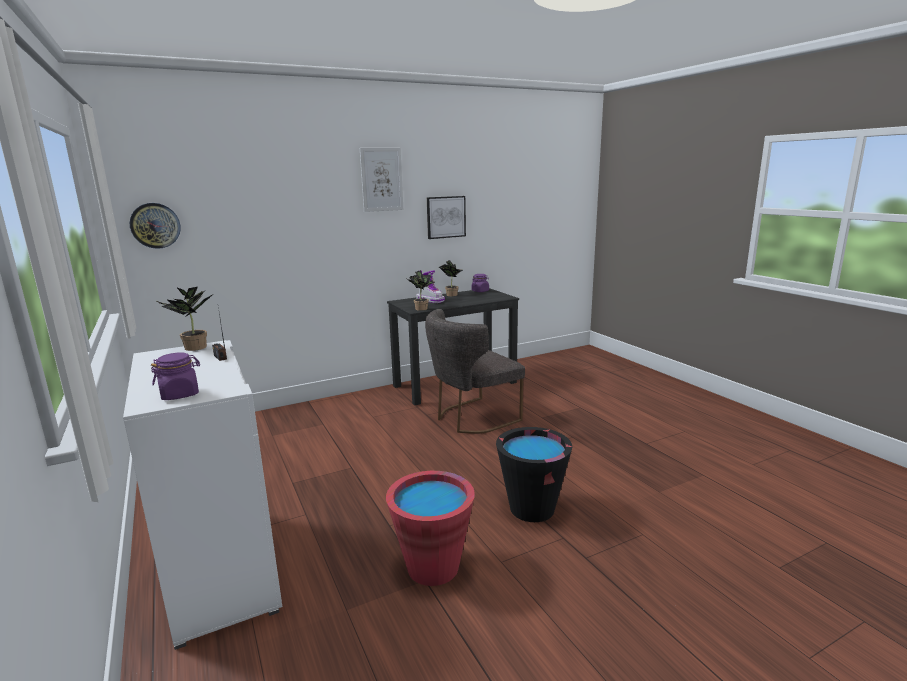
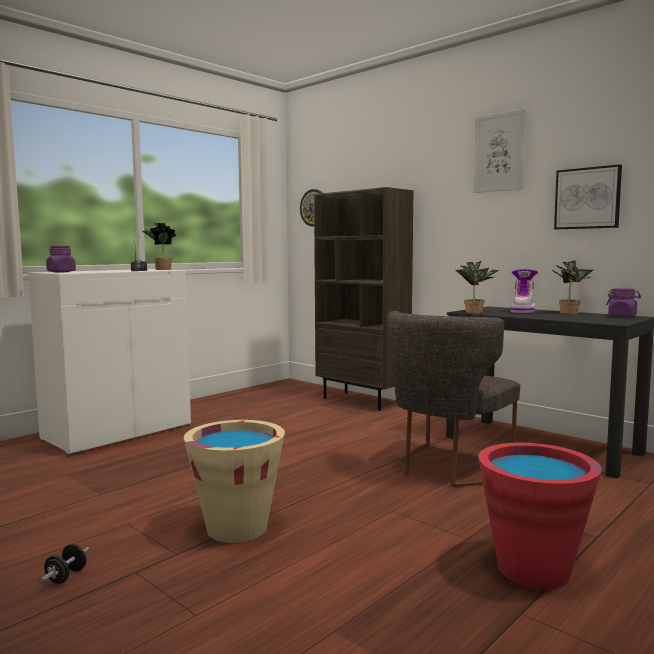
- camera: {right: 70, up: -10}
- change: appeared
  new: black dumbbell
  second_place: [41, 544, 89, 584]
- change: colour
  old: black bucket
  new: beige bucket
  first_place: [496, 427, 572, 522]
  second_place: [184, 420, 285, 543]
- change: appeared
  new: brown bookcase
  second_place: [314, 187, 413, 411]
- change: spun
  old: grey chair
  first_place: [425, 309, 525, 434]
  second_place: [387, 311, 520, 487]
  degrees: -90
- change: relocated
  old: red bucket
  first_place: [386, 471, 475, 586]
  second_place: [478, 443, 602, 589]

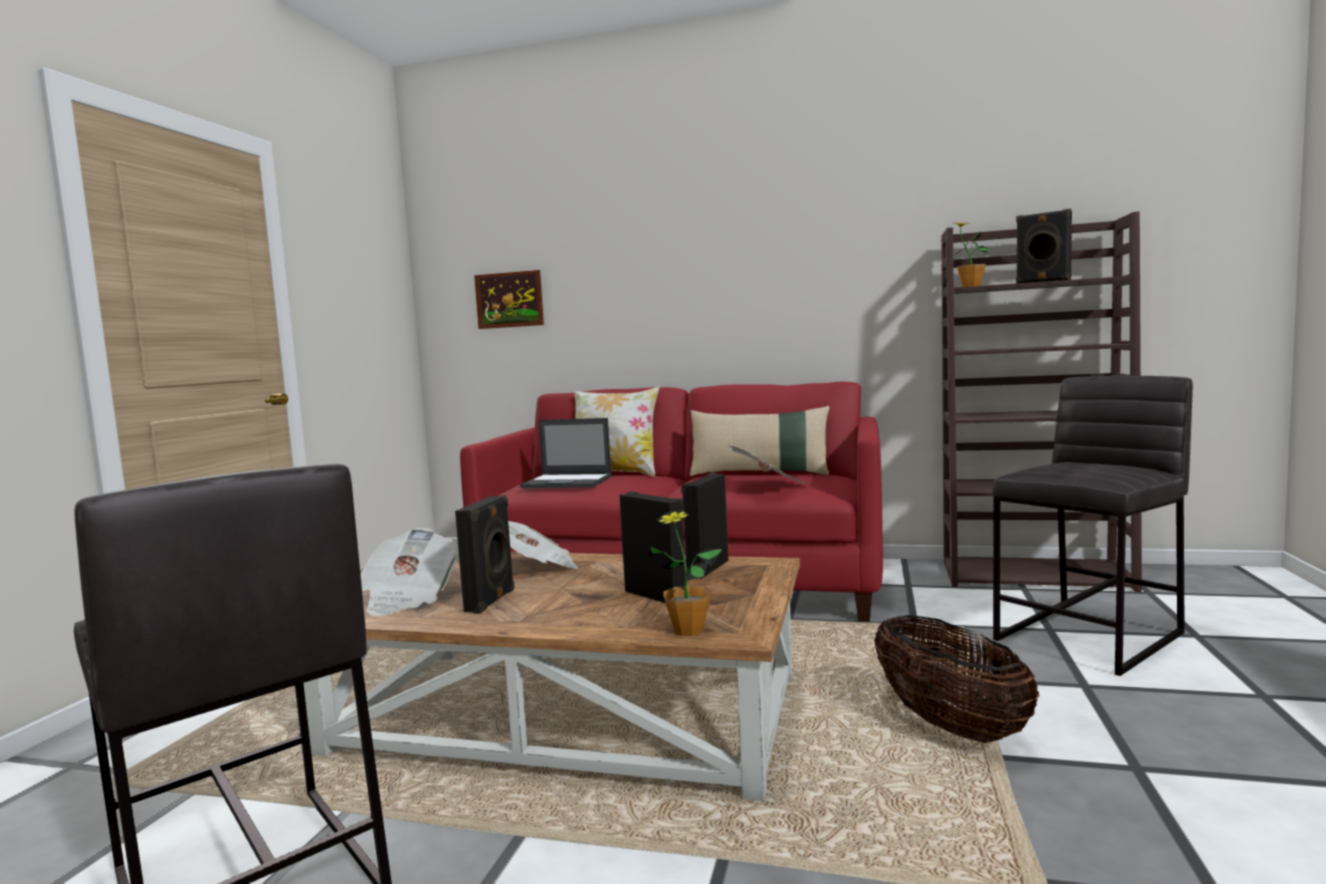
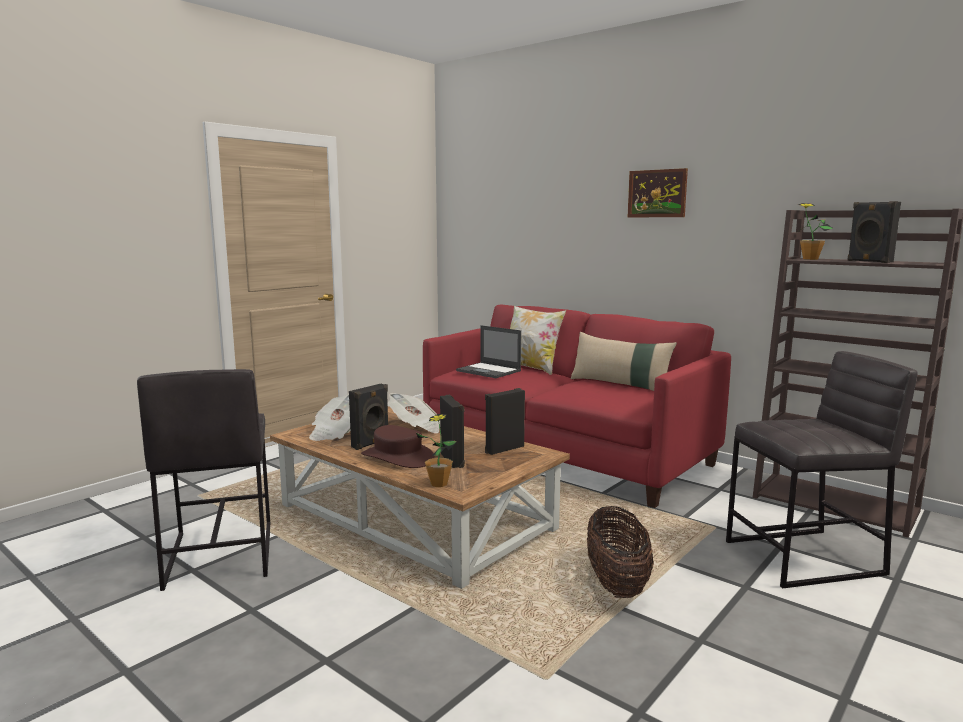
- camera: {right: 25, up: 5}
- change: appeared
  new: brown hat
  second_place: [361, 425, 435, 468]
- change: relocated
  old: picture
  first_place: [474, 270, 544, 329]
  second_place: [628, 168, 688, 217]
- change: missing
  old: newspaper
  first_place: [729, 446, 809, 484]

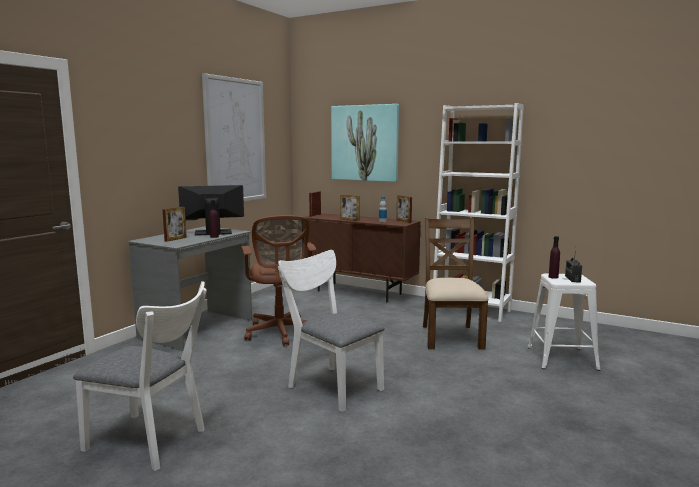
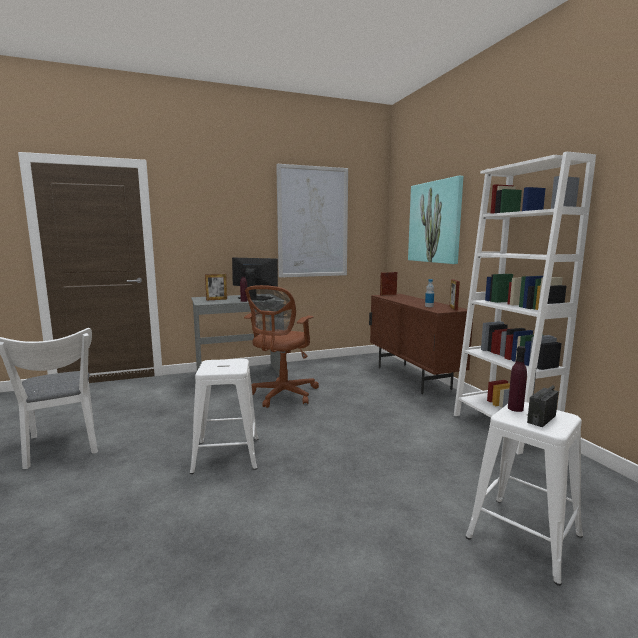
- camera: {right: 40, up: 0}
- change: exchanged
  old: white chair
  new: white stool
  first_place: [278, 250, 385, 412]
  second_place: [190, 359, 258, 474]
- change: missing
  old: picture frame
  first_place: [340, 195, 360, 221]
- change: missing
  old: brown chair
  first_place: [423, 218, 489, 350]

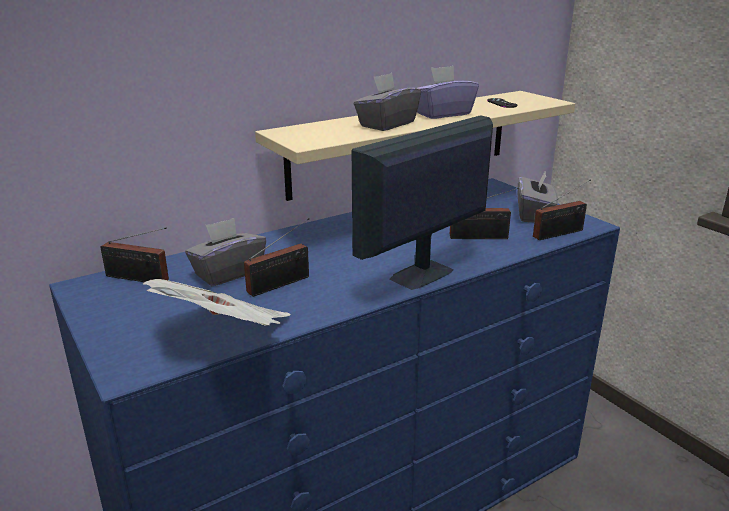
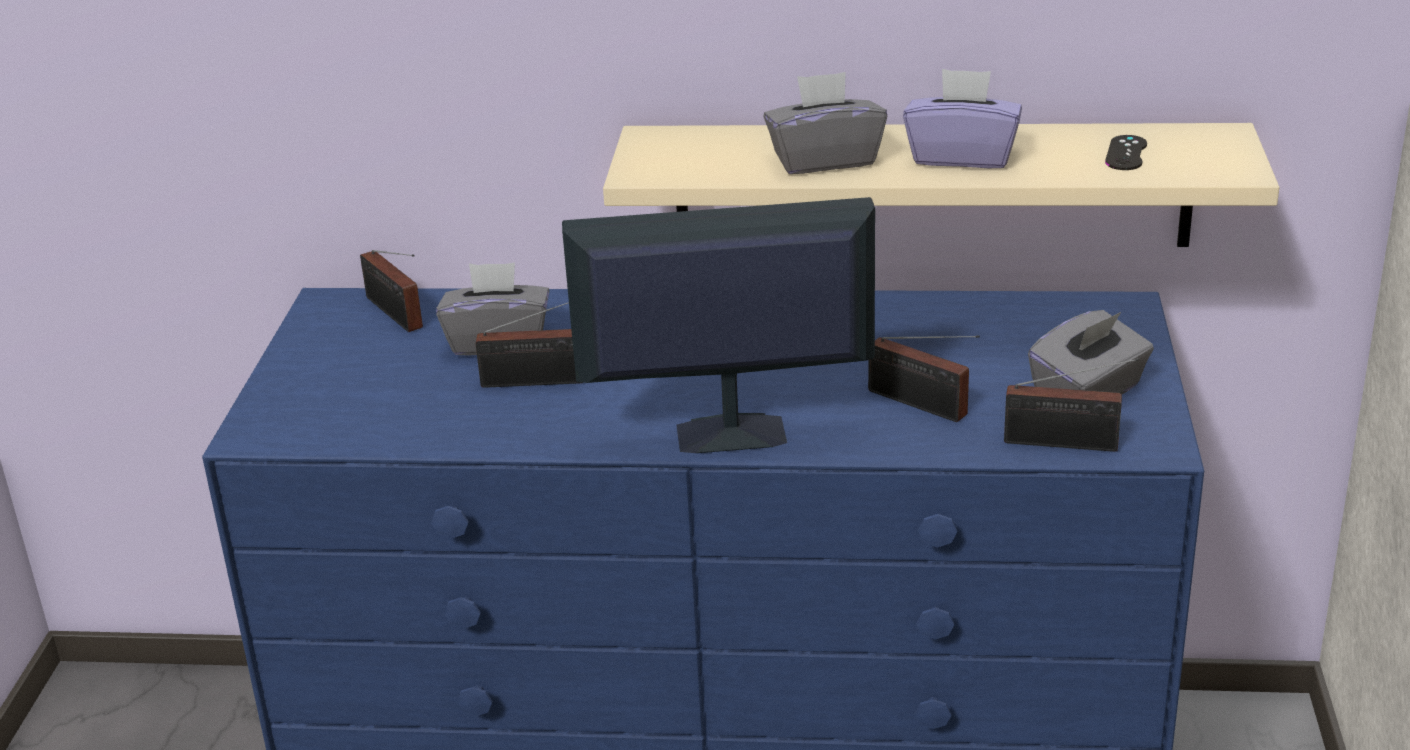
- camera: {right: 40, up: 5}
- change: missing
  old: newspaper
  first_place: [143, 279, 291, 326]

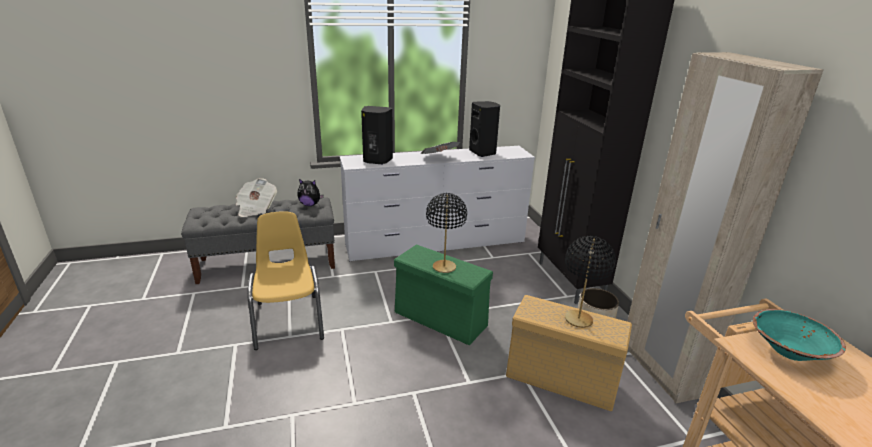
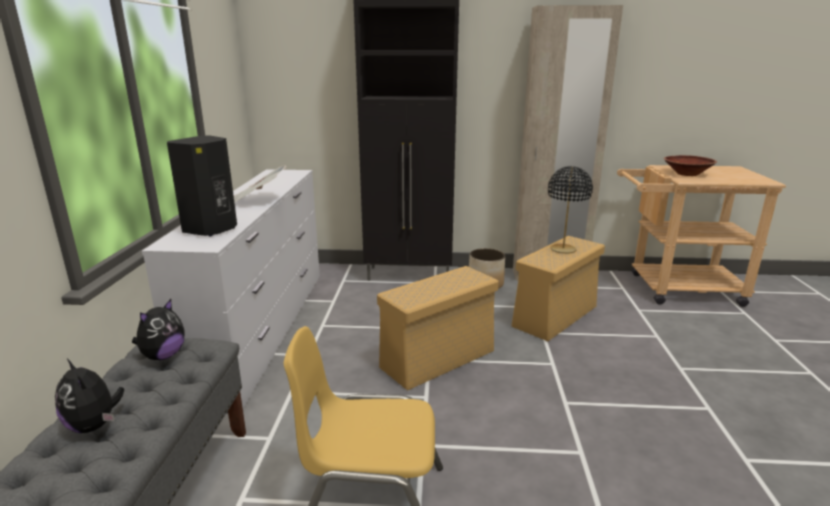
- camera: {right: -70, up: -5}
- change: exchanged
  old: newspaper
  new: plush toy
  first_place: [236, 178, 277, 217]
  second_place: [55, 359, 124, 433]
- change: colour
  old: green storage box
  new: beige storage box
  first_place: [394, 244, 493, 345]
  second_place: [377, 266, 499, 390]
- change: colour
  old: turquoise bowl
  new: brown bowl
  first_place: [753, 309, 846, 361]
  second_place: [664, 155, 717, 176]
- change: missing
  old: black table lamp
  first_place: [426, 193, 467, 273]
- change: missing
  old: black speaker
  first_place: [469, 101, 500, 157]

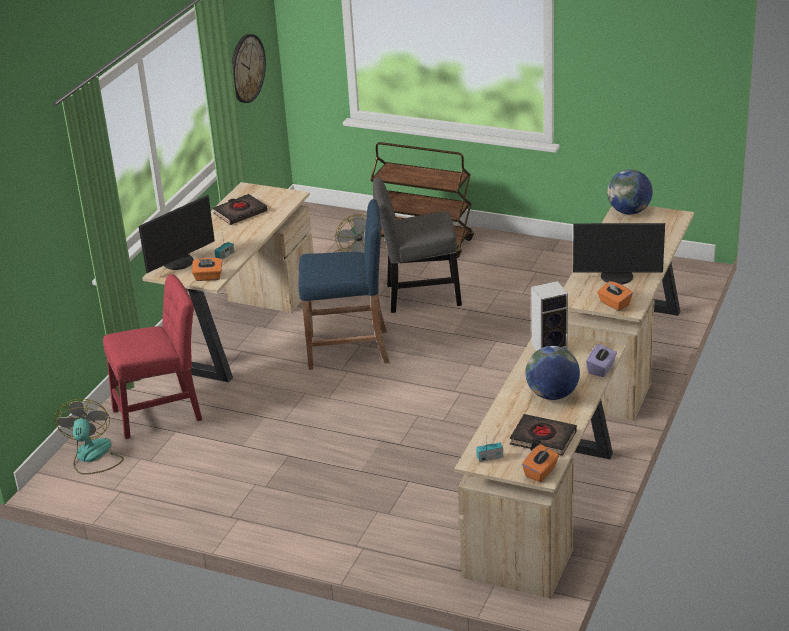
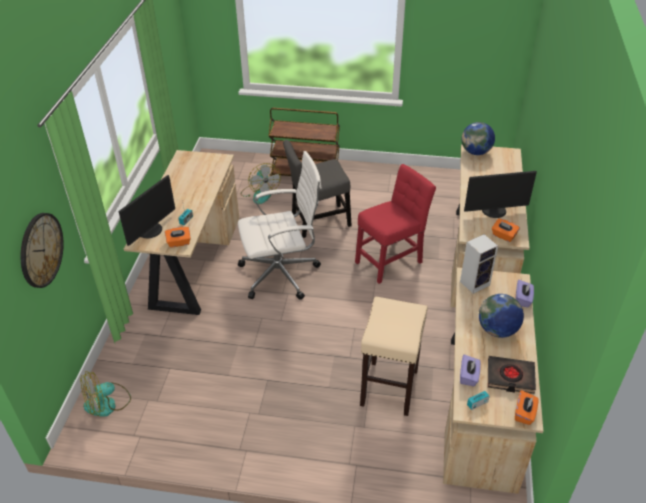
- camera: {right: -15, up: 10}
- change: relocated
  old: wall clock
  first_place: [232, 34, 266, 103]
  second_place: [20, 213, 64, 288]
- change: spun
  old: fan
  first_place: [54, 399, 124, 475]
  second_place: [81, 371, 131, 417]
  degrees: -105
- change: exchanged
  old: blue stool
  new: white office chair
  first_place: [299, 199, 390, 370]
  second_place: [238, 151, 322, 300]
- change: relocated
  old: red chair
  first_place: [103, 274, 202, 439]
  second_place: [355, 164, 436, 284]
- change: appeared
  new: beige stool
  second_place: [360, 297, 428, 416]
- change: appeared
  new: purple tissue box
  second_place: [460, 354, 481, 386]
- change: missing
  old: black book
  first_place: [213, 194, 267, 225]

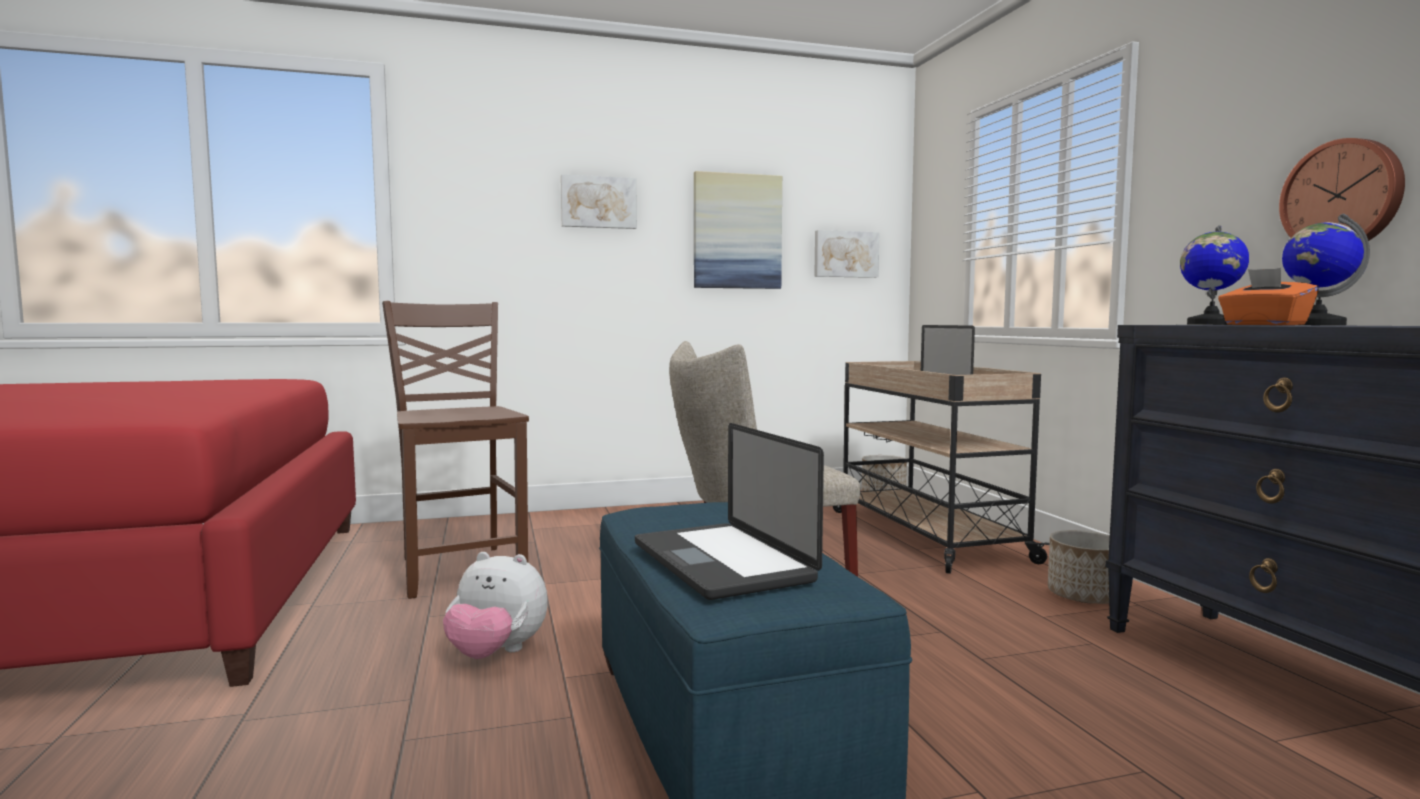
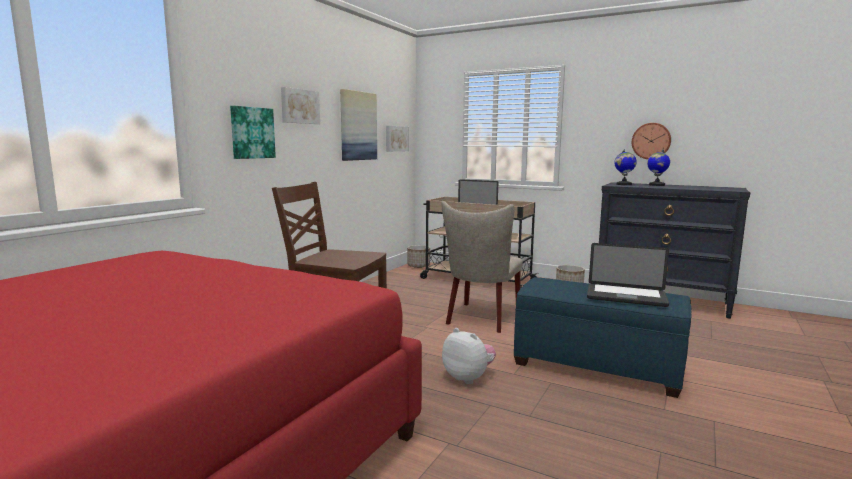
- camera: {right: -45, up: 5}
- change: appeared
  new: picture
  second_place: [230, 106, 276, 159]
- change: spun
  old: plush toy
  first_place: [443, 552, 548, 659]
  second_place: [442, 328, 496, 384]
  degrees: -105
- change: missing
  old: orange tissue box
  first_place: [1218, 268, 1319, 325]

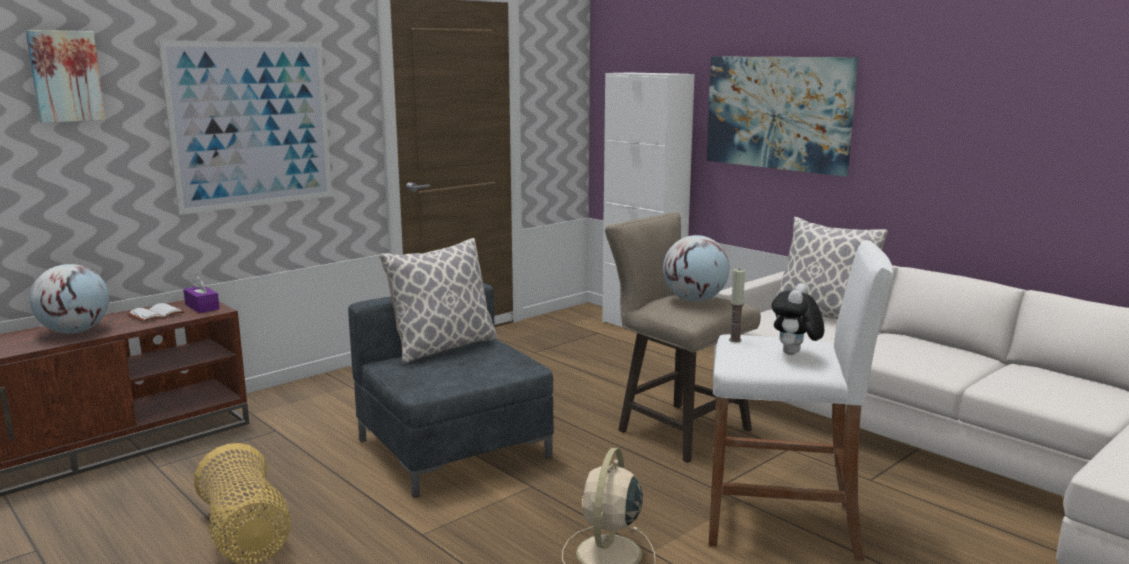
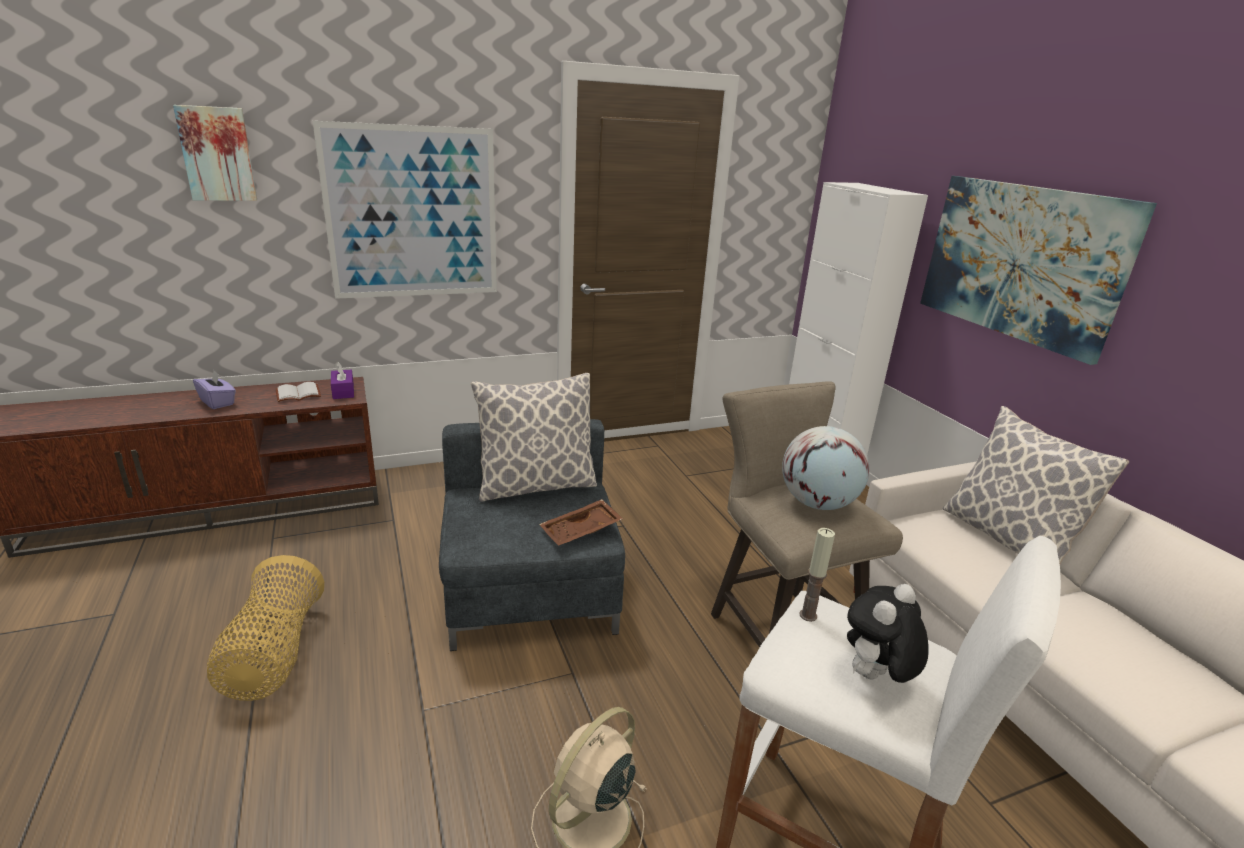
- camera: {right: 20, up: 10}
- change: exchanged
  old: globe
  new: purple tissue box
  first_place: [30, 264, 109, 334]
  second_place: [193, 371, 236, 409]
- change: appeared
  new: brown tray
  second_place: [539, 499, 623, 546]

